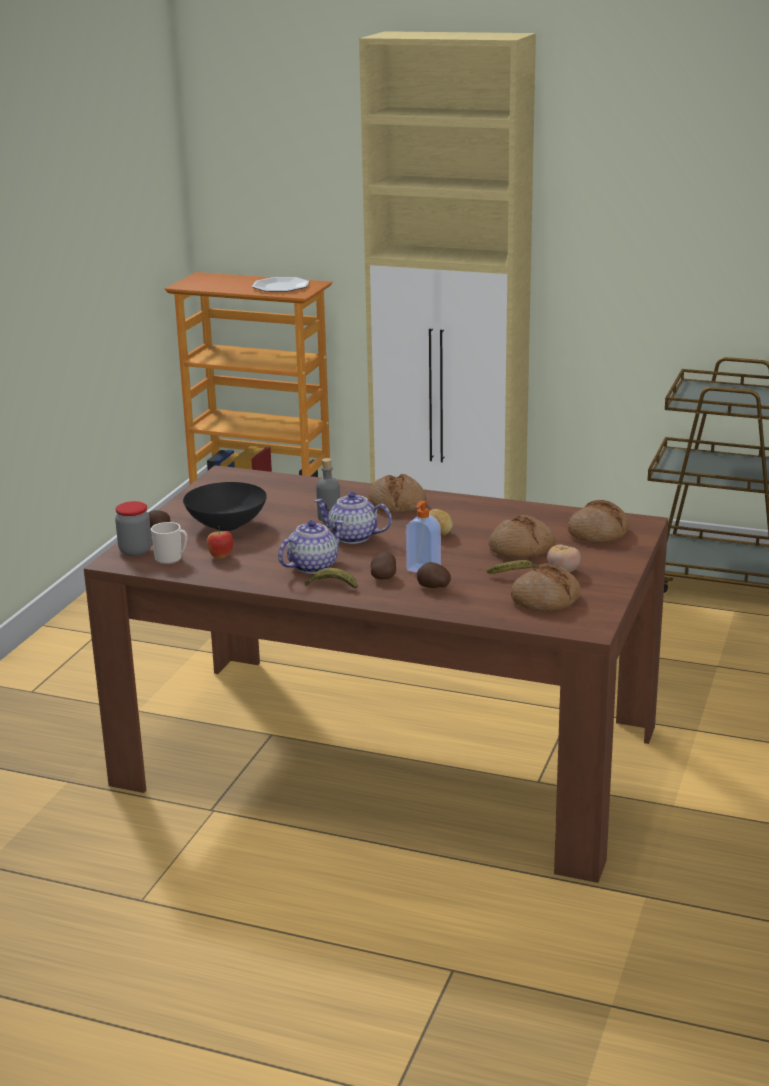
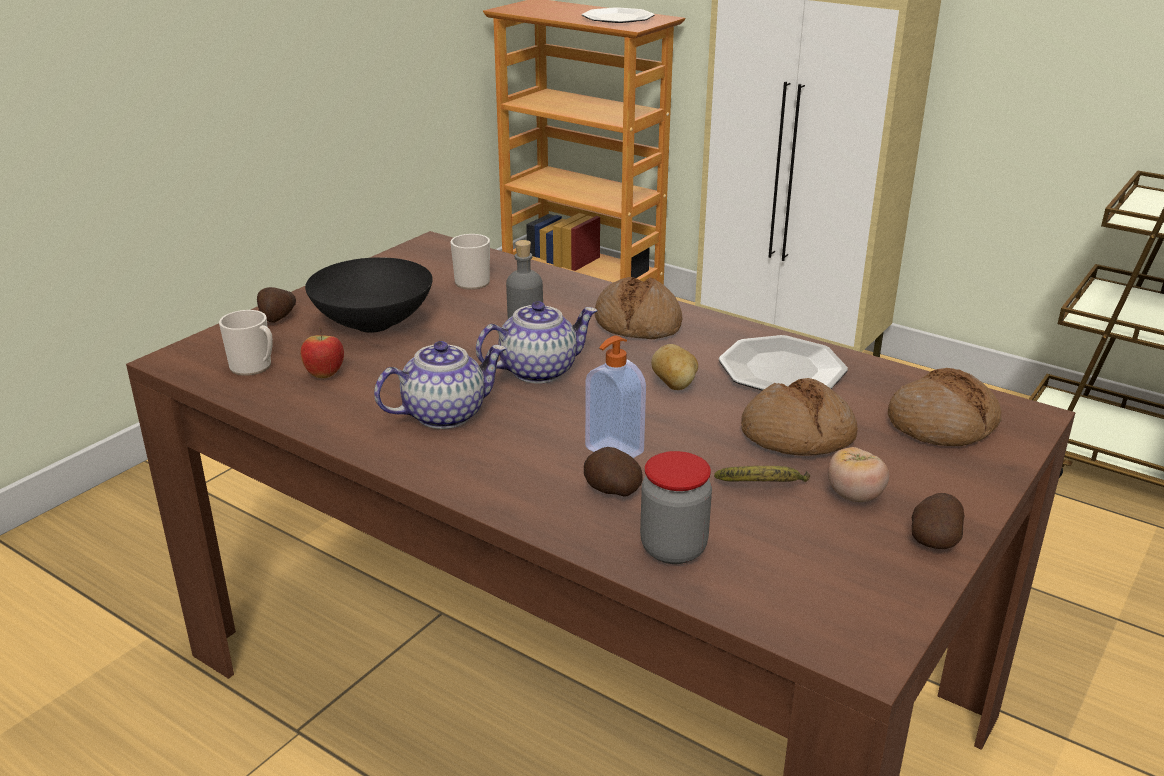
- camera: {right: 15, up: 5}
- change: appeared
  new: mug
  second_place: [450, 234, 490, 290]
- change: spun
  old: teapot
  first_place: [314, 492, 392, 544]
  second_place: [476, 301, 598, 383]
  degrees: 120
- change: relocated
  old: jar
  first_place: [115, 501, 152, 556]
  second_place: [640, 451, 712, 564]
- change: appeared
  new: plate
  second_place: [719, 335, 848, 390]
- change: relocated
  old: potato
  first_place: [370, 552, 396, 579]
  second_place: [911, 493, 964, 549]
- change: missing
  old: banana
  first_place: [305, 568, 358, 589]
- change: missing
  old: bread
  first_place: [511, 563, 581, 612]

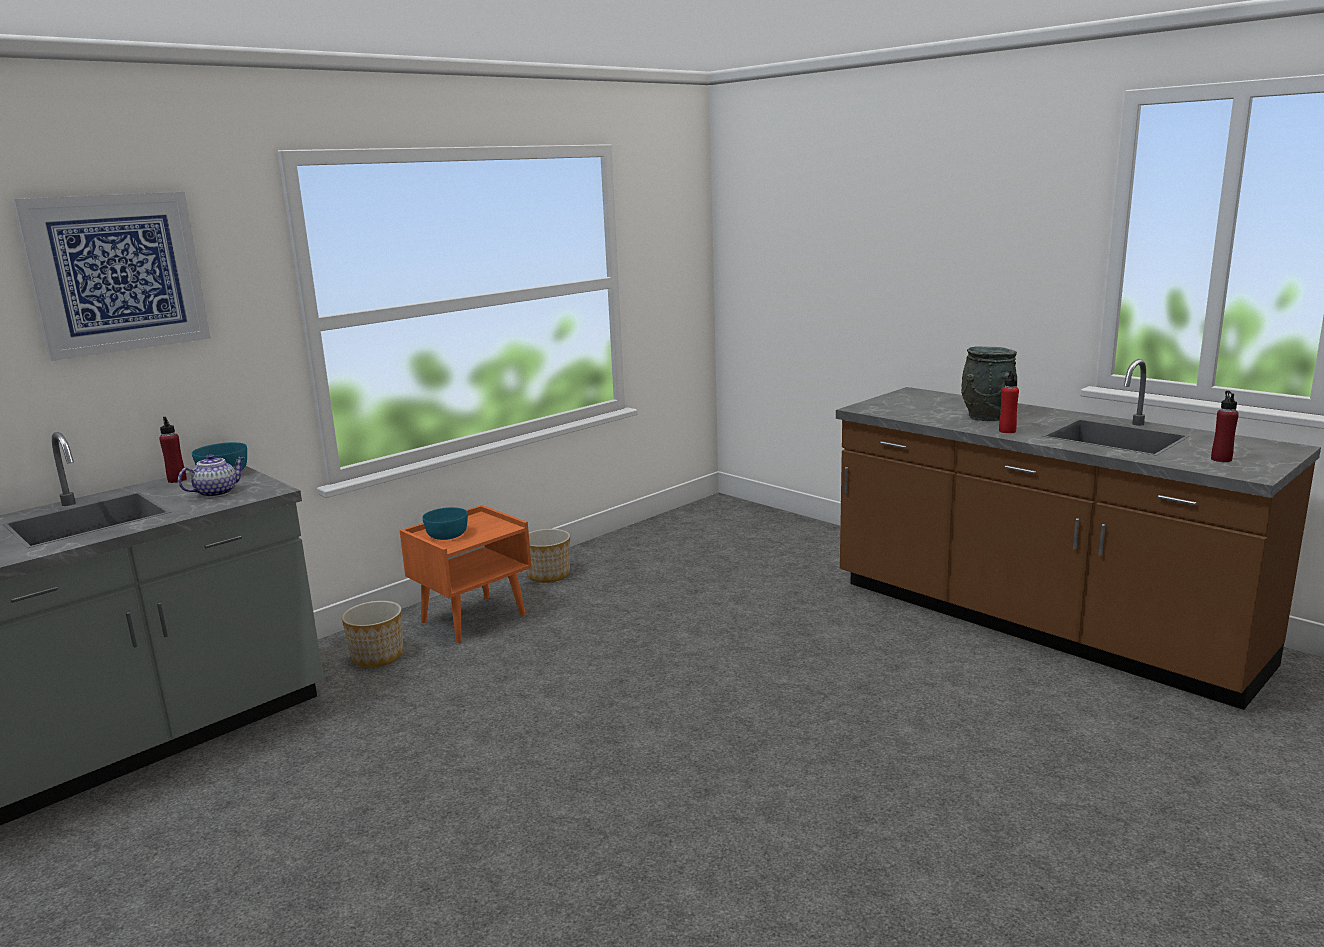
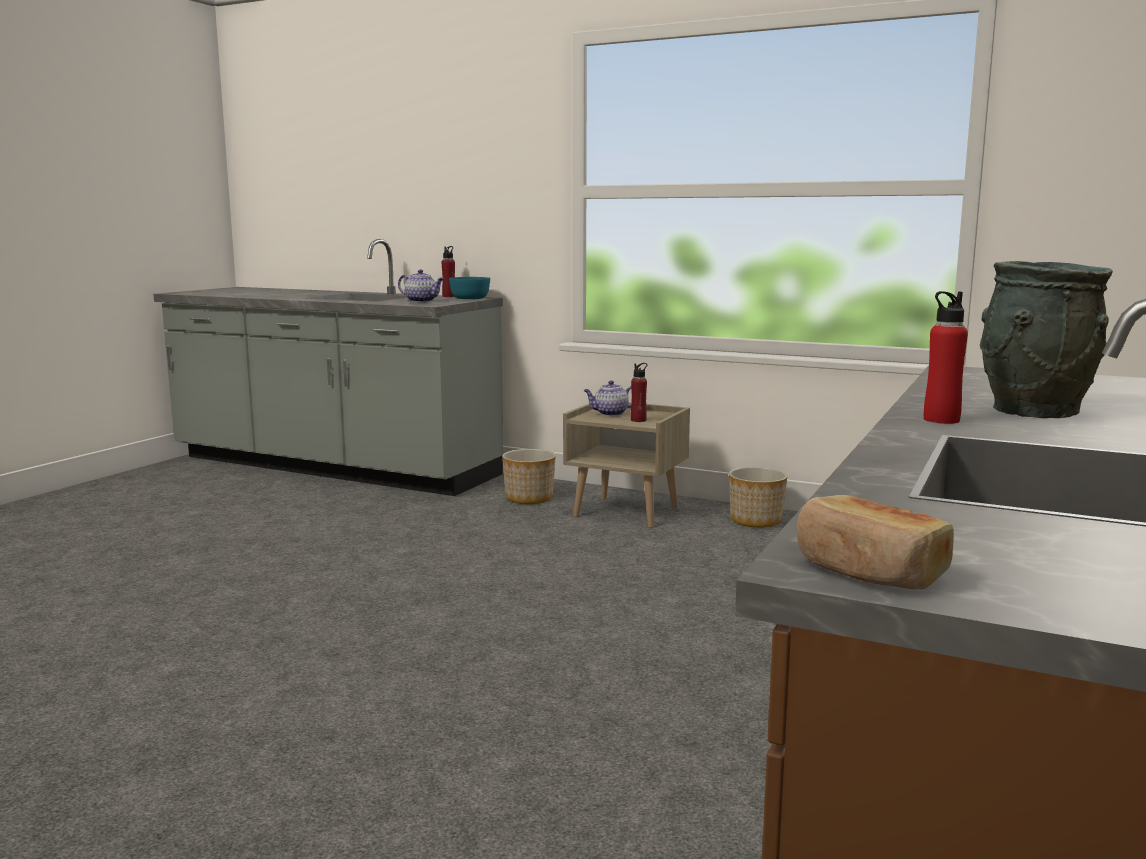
- camera: {right: 70, up: -5}
- change: colour
  old: orange nightstand
  new: beige nightstand
  first_place: [399, 505, 532, 643]
  second_place: [563, 402, 690, 528]
- change: exchanged
  old: turquoise bowl
  new: teapot
  first_place: [422, 507, 468, 540]
  second_place: [584, 381, 631, 416]
- change: relocated
  old: red bottle
  first_place: [1211, 391, 1239, 462]
  second_place: [631, 363, 647, 422]
- change: appeared
  new: bread
  second_place: [797, 495, 954, 590]
- change: missing
  old: picture
  first_place: [13, 192, 211, 361]

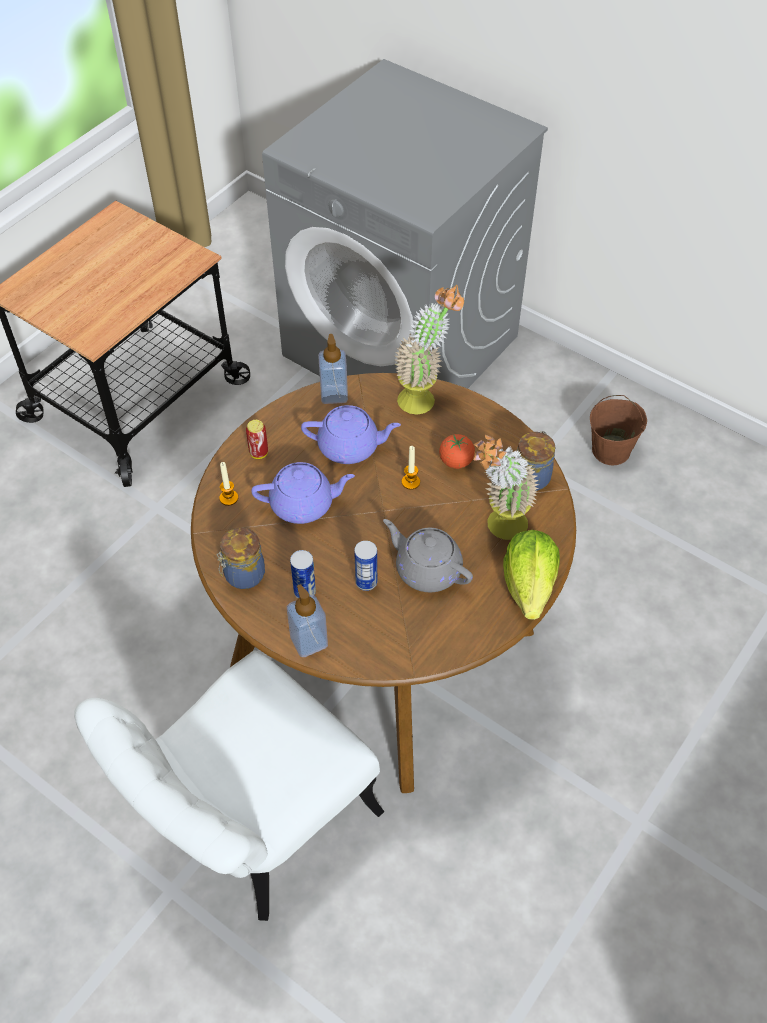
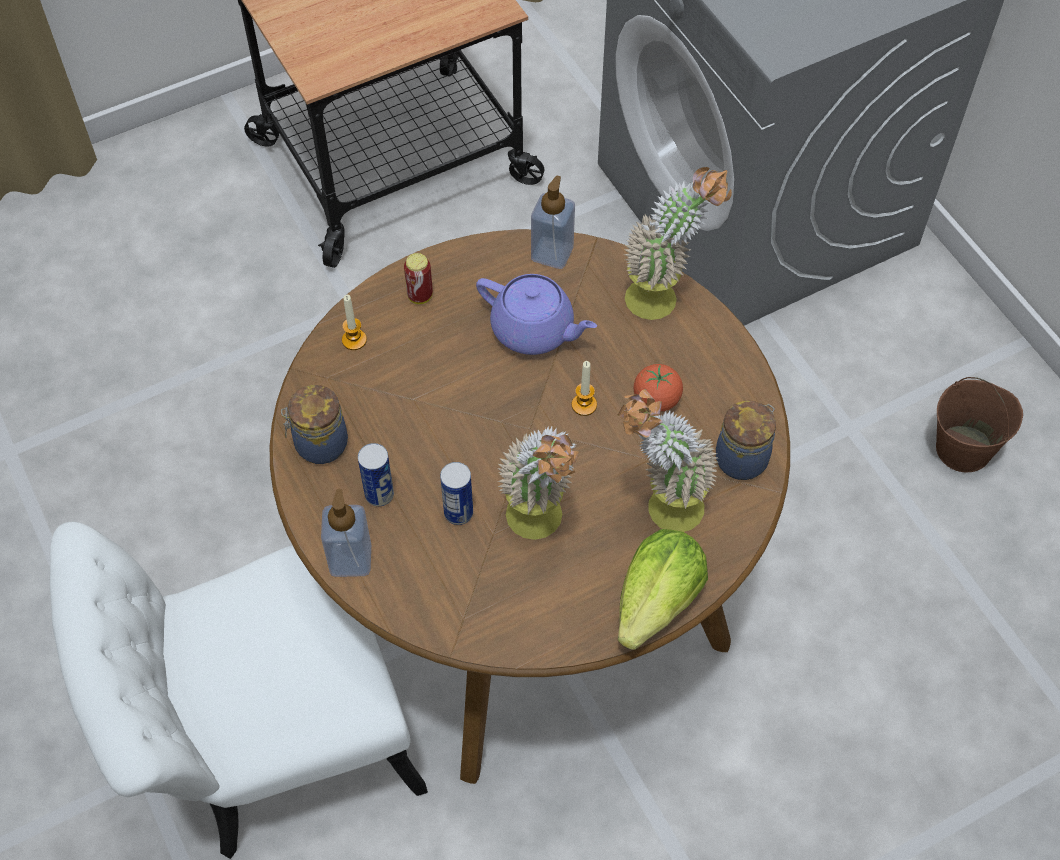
- camera: {right: 25, up: 5}
- change: exchanged
  old: grey teapot
  new: potted plant
  first_place: [383, 519, 473, 592]
  second_place: [498, 426, 579, 540]
- change: missing
  old: purple teapot
  first_place: [251, 462, 355, 524]

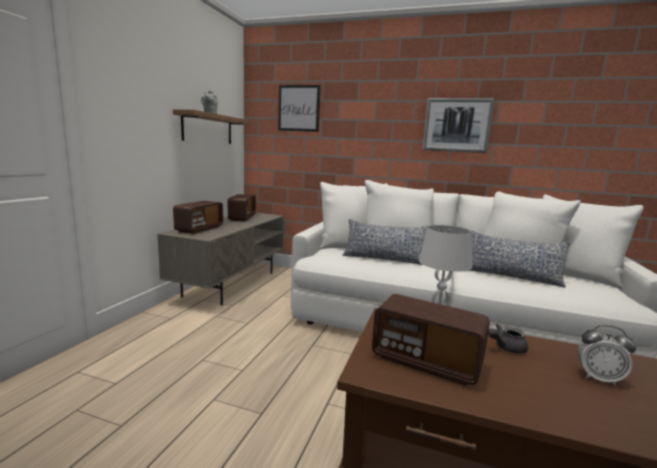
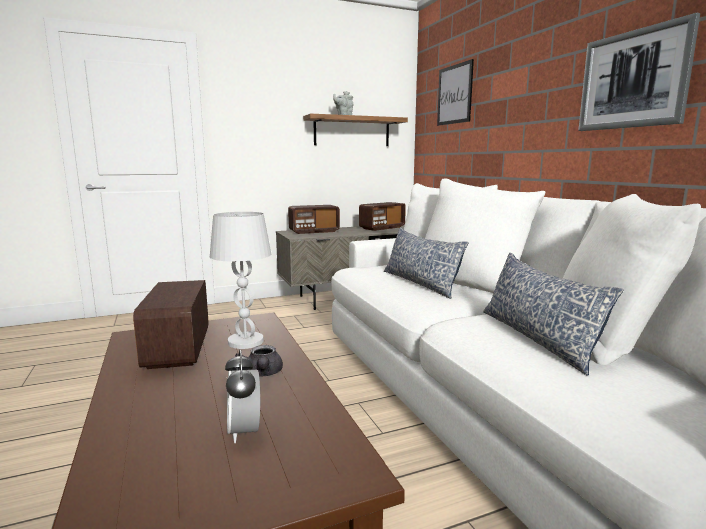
- camera: {right: 50, up: 0}
- change: spun
  old: grey teapot
  first_place: [488, 323, 528, 354]
  second_place: [235, 345, 283, 376]
  degrees: -135

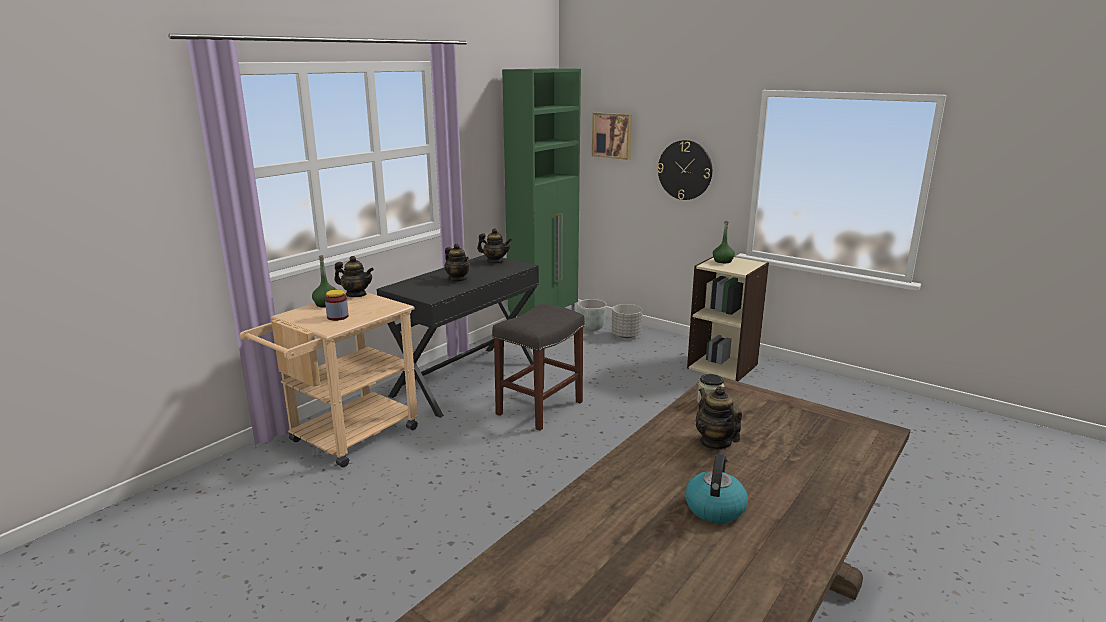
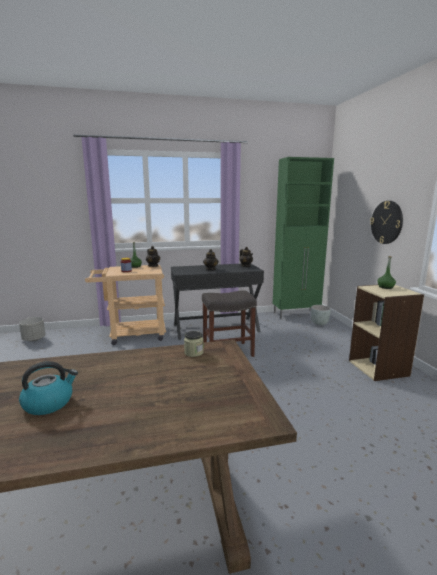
- camera: {right: 40, up: -5}
- change: relocated
  old: grey planter
  first_place: [611, 304, 643, 338]
  second_place: [19, 317, 46, 341]
- change: missing
  old: picture
  first_place: [592, 113, 632, 160]
- change: missing
  old: teapot
  first_place: [696, 386, 742, 450]

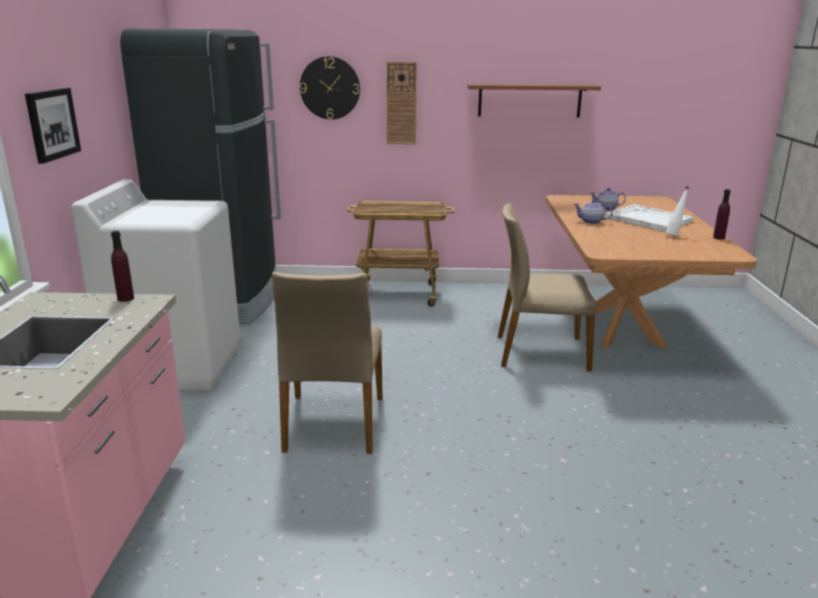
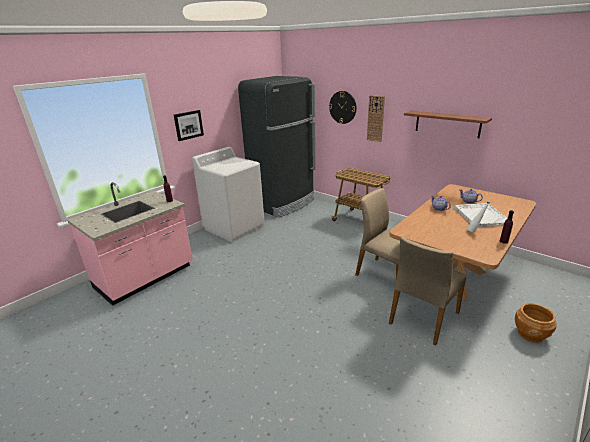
- camera: {right: 40, up: 5}
- change: relocated
  old: beige chair
  first_place: [272, 272, 383, 454]
  second_place: [389, 236, 466, 345]
- change: appeared
  new: brown planter
  second_place: [515, 303, 557, 343]

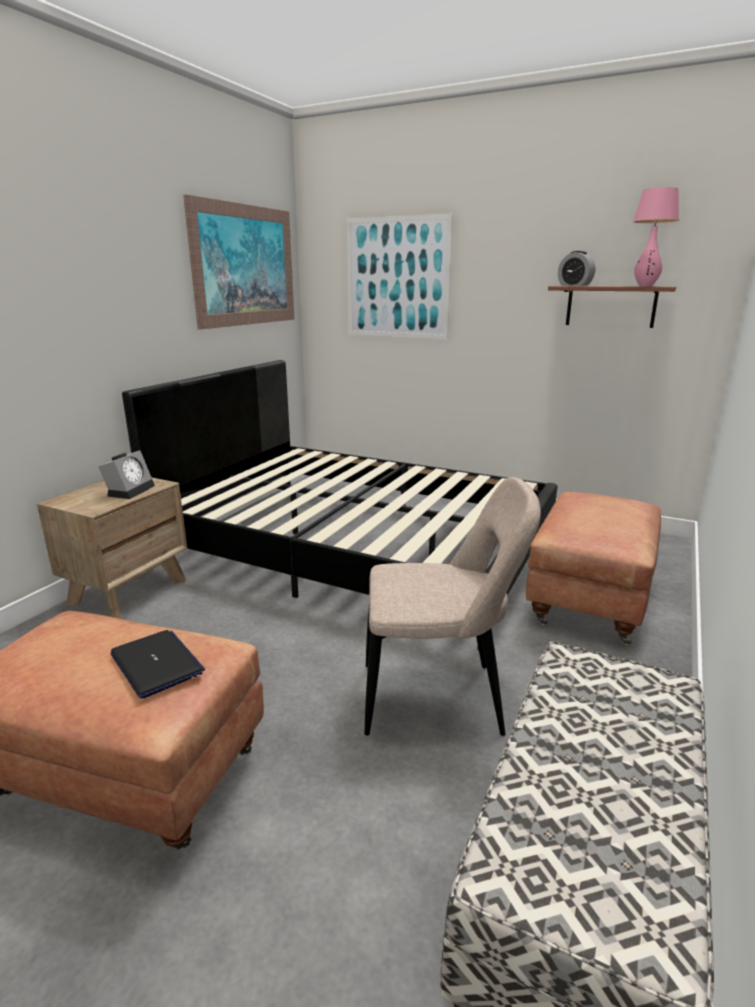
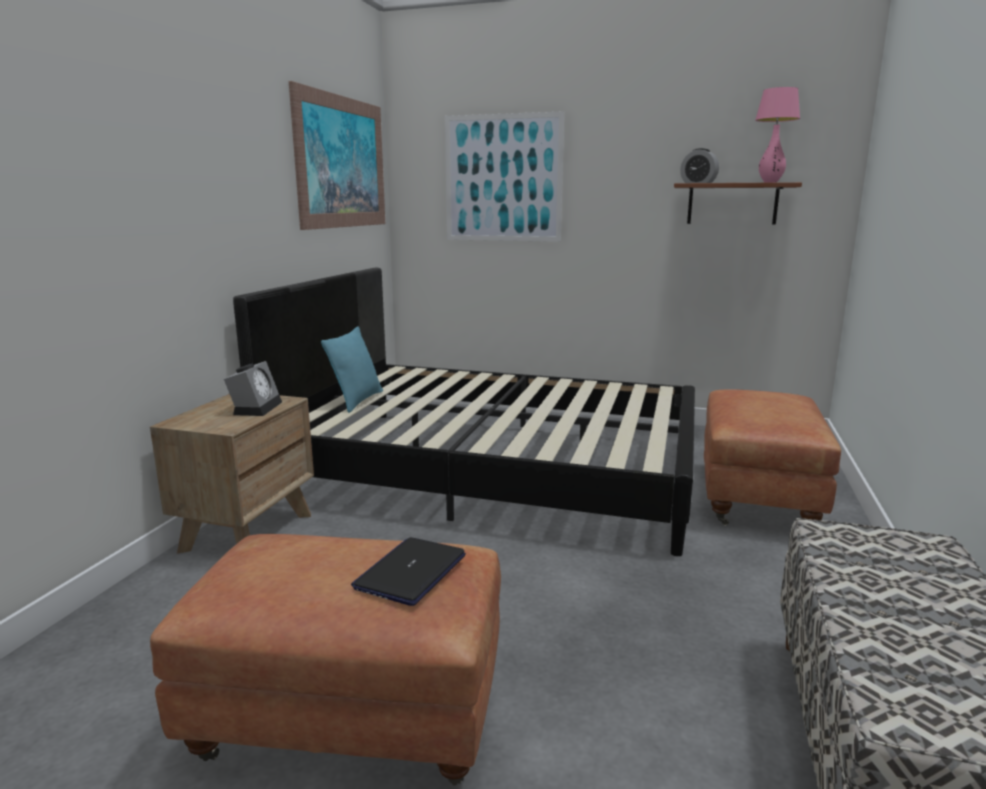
- camera: {right: -10, up: -5}
- change: appeared
  new: turquoise pillow
  second_place: [321, 326, 383, 413]
- change: spun
  old: laptop
  first_place: [110, 630, 205, 698]
  second_place: [351, 537, 466, 606]
  degrees: -105
- change: missing
  old: beige chair
  first_place: [364, 477, 541, 736]

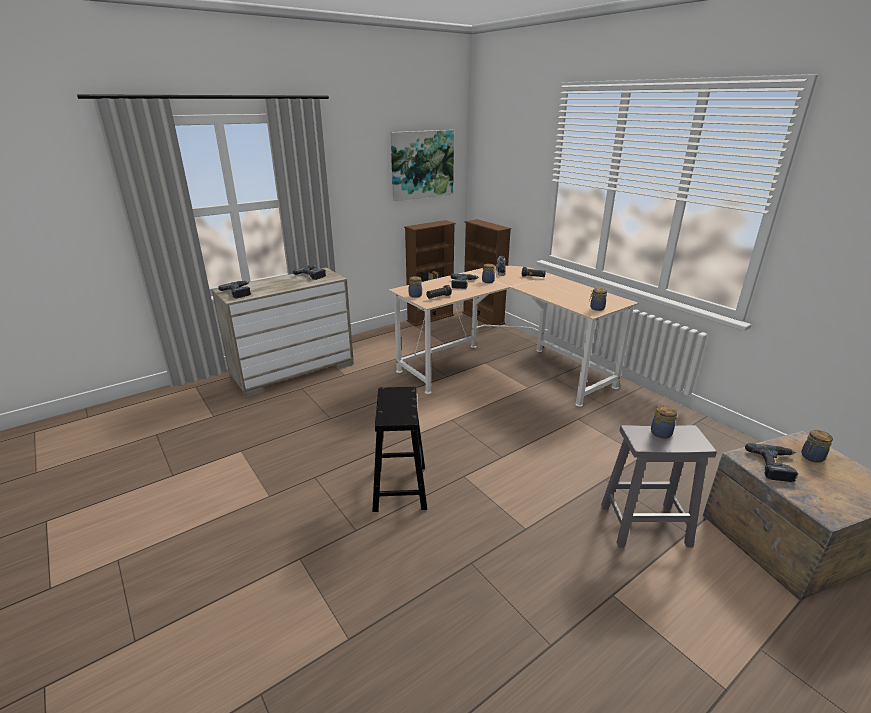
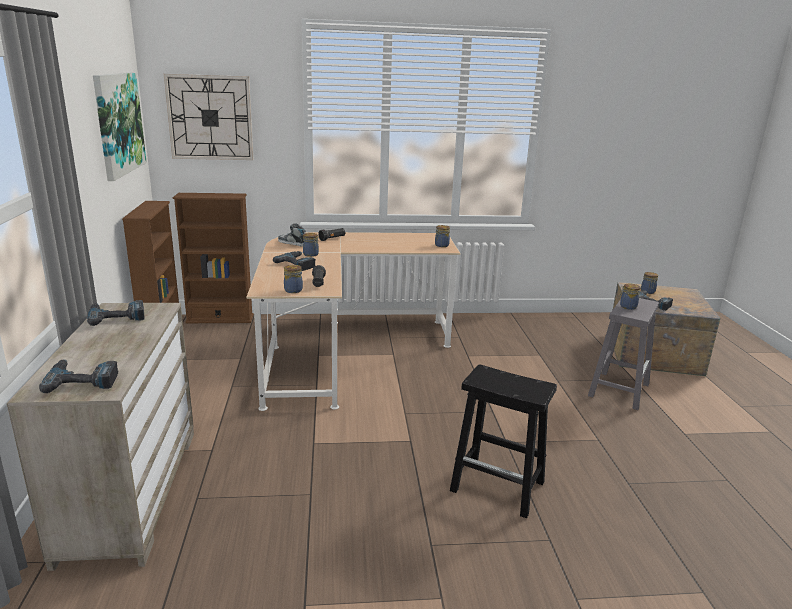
- camera: {right: -60, up: -5}
- change: appeared
  new: wall clock
  second_place: [164, 74, 254, 160]

